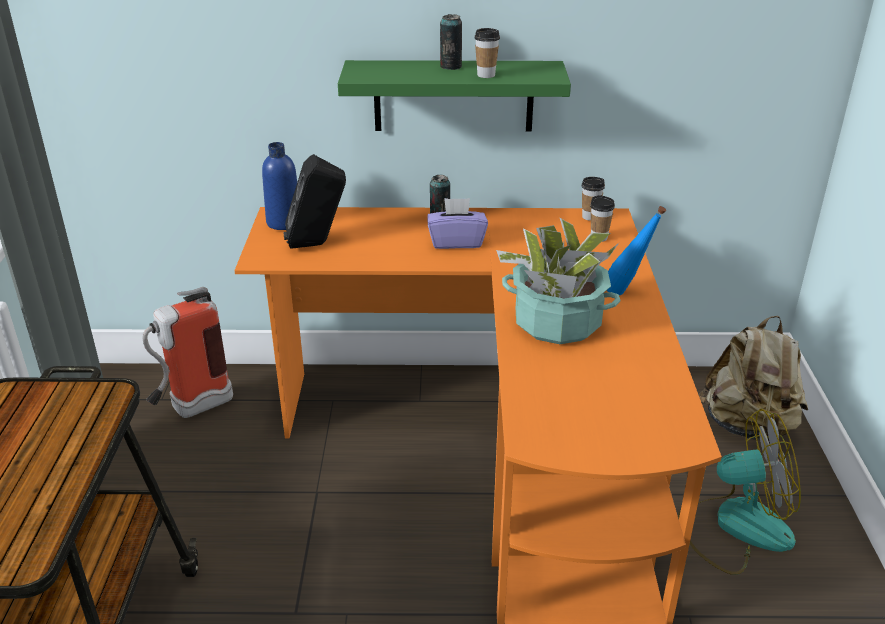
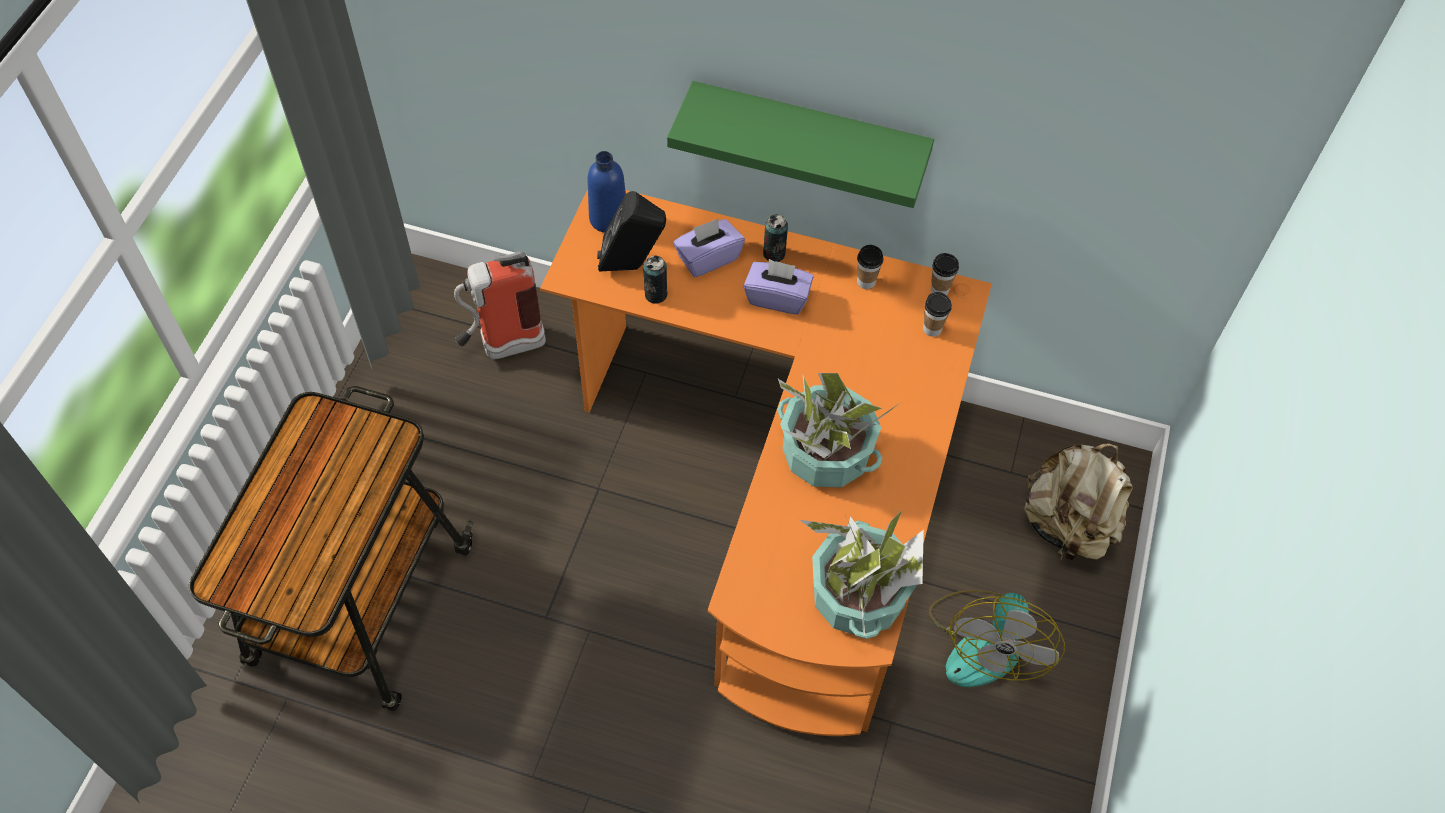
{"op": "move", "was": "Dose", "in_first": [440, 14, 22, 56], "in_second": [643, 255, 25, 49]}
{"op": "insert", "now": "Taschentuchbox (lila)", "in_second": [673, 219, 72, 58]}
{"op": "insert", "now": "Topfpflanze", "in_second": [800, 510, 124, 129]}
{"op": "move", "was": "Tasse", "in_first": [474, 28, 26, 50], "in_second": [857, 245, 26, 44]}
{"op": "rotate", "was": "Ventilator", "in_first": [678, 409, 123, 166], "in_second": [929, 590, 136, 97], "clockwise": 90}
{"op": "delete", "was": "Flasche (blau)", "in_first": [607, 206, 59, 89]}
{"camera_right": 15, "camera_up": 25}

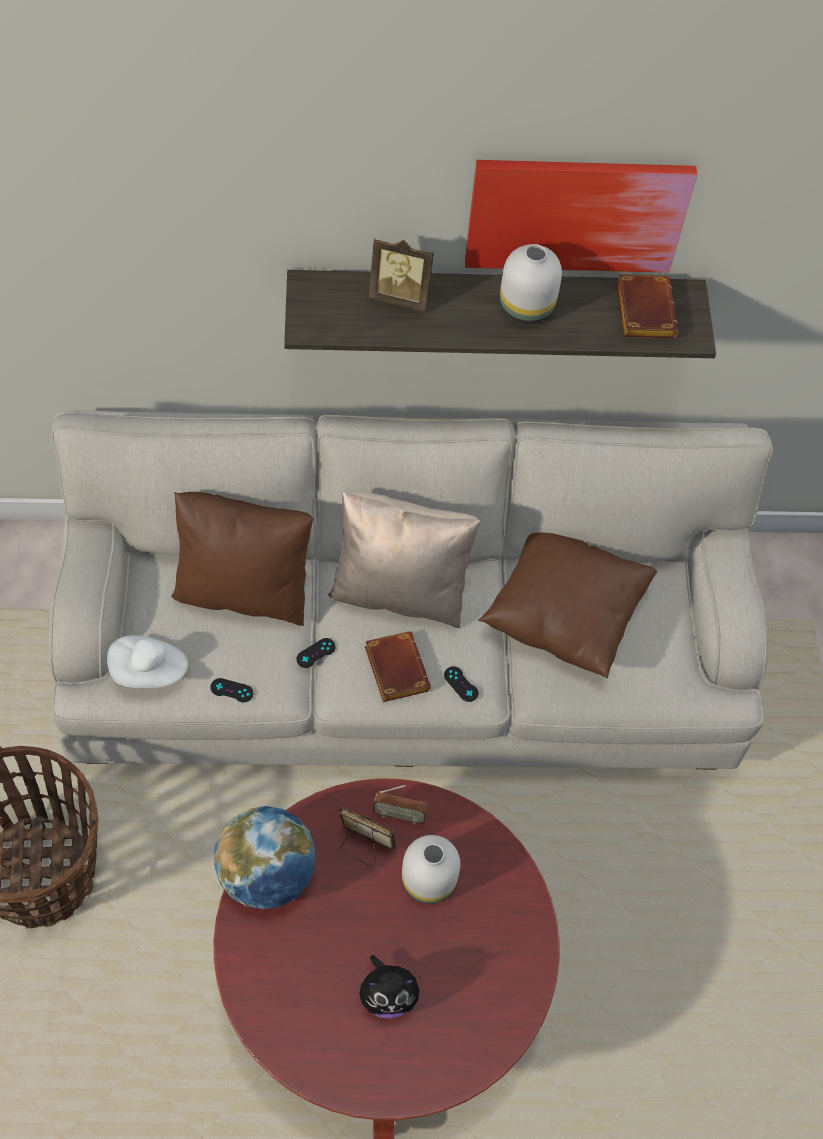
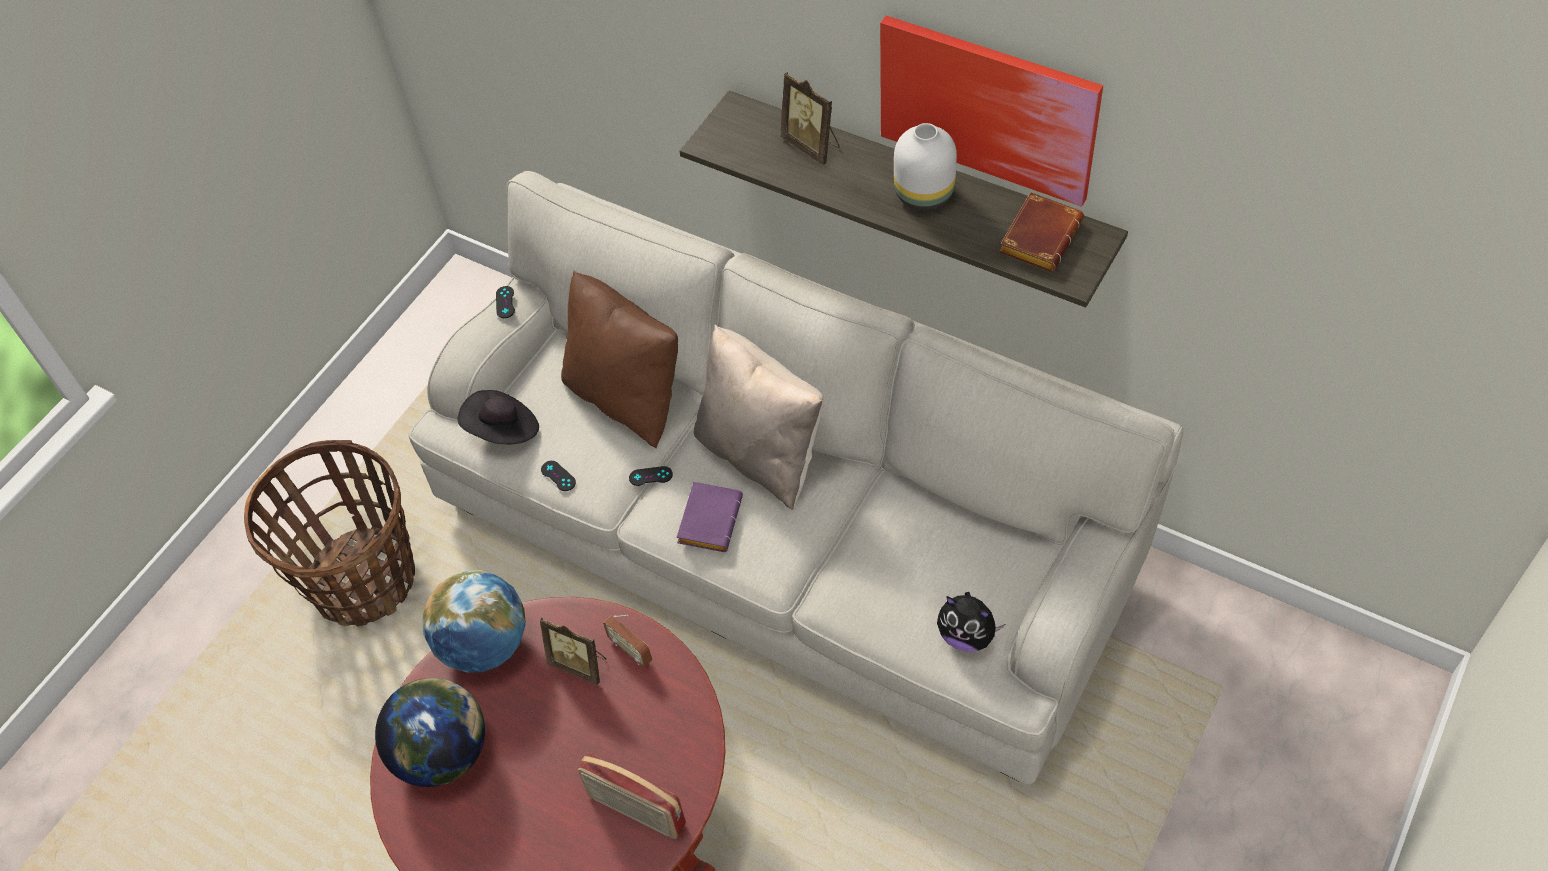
{"op": "insert", "now": "Globus", "in_second": [375, 678, 110, 109]}
{"op": "recolor", "was": "Hut (weiß)", "now": "Hut (schwarz)", "in_first": [107, 635, 81, 53], "in_second": [457, 390, 82, 54]}
{"op": "move", "was": "Gamepad (schwarz)", "in_first": [444, 666, 34, 36], "in_second": [496, 286, 19, 32]}
{"op": "rotate", "was": "Bilderrahmen", "in_first": [338, 806, 57, 63], "in_second": [540, 618, 66, 67], "clockwise": 150}
{"op": "insert", "now": "Radio", "in_second": [578, 753, 108, 86]}
{"op": "recolor", "was": "Buch (braun)", "now": "Buch (lila)", "in_first": [365, 631, 66, 71], "in_second": [677, 482, 66, 70]}
{"op": "move", "was": "Plüschtier", "in_first": [359, 955, 63, 64], "in_second": [937, 592, 68, 60]}
{"op": "delete", "was": "Vase (weiß)", "in_first": [402, 835, 58, 69]}
{"op": "delete", "was": "Kissen (braun)", "in_first": [478, 532, 179, 146]}
{"camera_right": 40, "camera_up": -5}

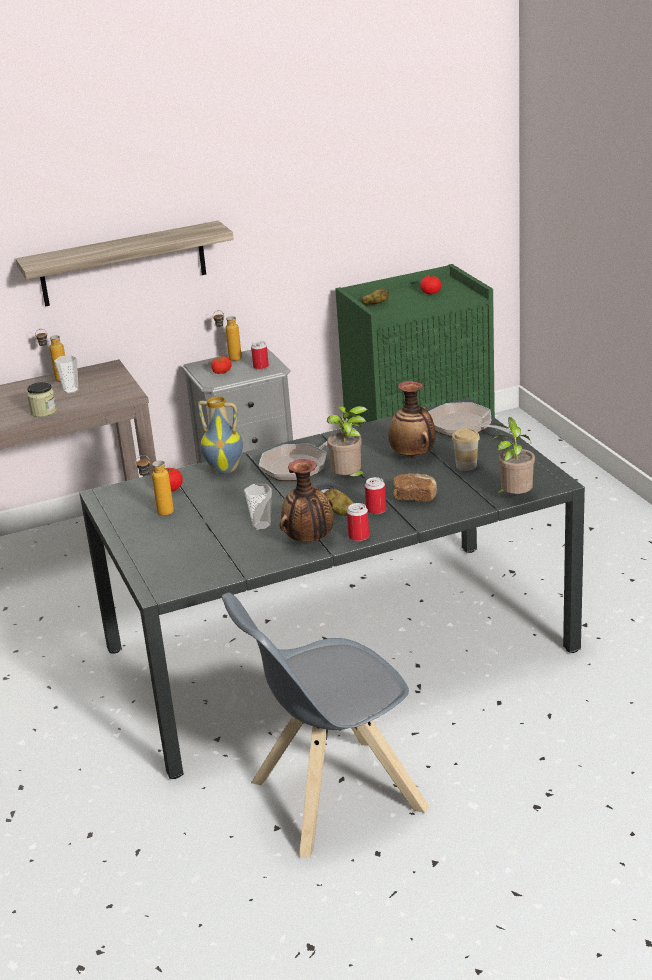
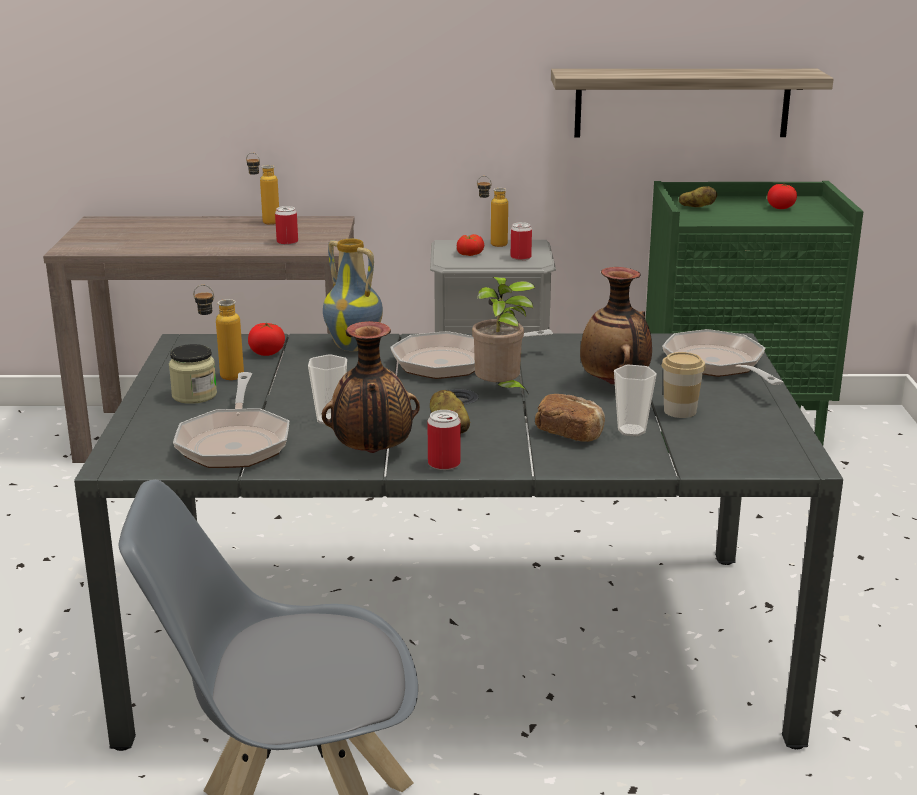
{"op": "move", "was": "Vorratsglas", "in_first": [27, 382, 30, 35], "in_second": [169, 344, 48, 60]}
{"op": "insert", "now": "Pfanne", "in_second": [173, 372, 116, 96]}
{"op": "move", "was": "Dose", "in_first": [365, 477, 21, 37], "in_second": [275, 206, 23, 39]}
{"op": "move", "was": "Wandregal", "in_first": [16, 221, 218, 86], "in_second": [551, 69, 283, 68]}
{"op": "move", "was": "Tasse", "in_first": [54, 355, 24, 39], "in_second": [614, 365, 43, 71]}
{"op": "delete", "was": "Topfpflanze", "in_first": [493, 417, 42, 77]}
{"camera_right": 20, "camera_up": -5}

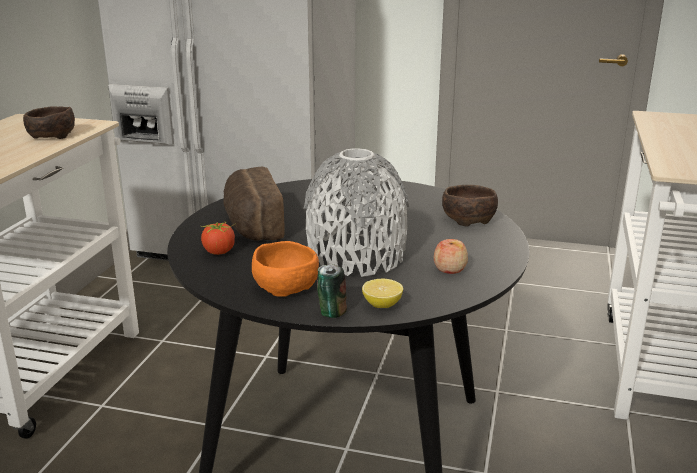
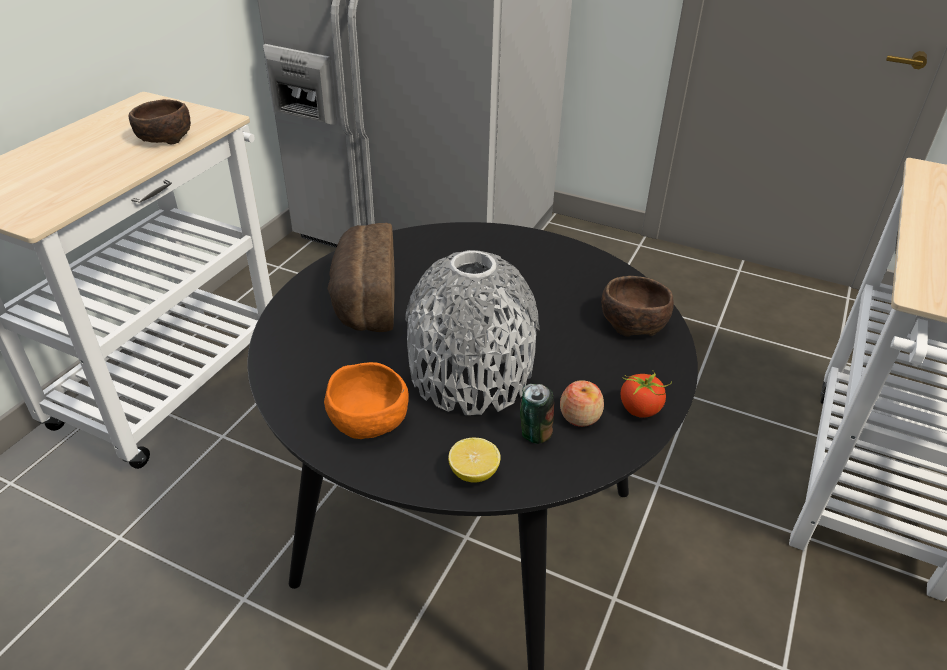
{"op": "move", "was": "Dose", "in_first": [317, 264, 30, 54], "in_second": [520, 384, 34, 60]}
{"op": "move", "was": "Tomate", "in_first": [201, 222, 35, 33], "in_second": [621, 370, 51, 48]}
{"camera_right": 10, "camera_up": 15}

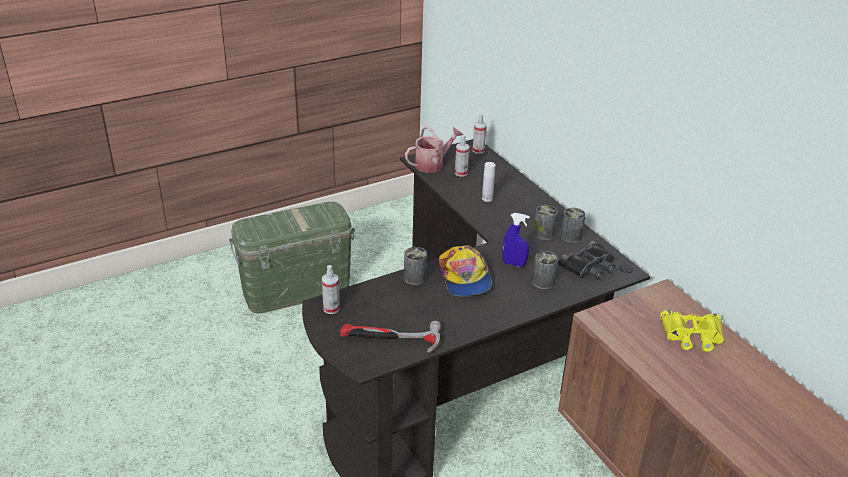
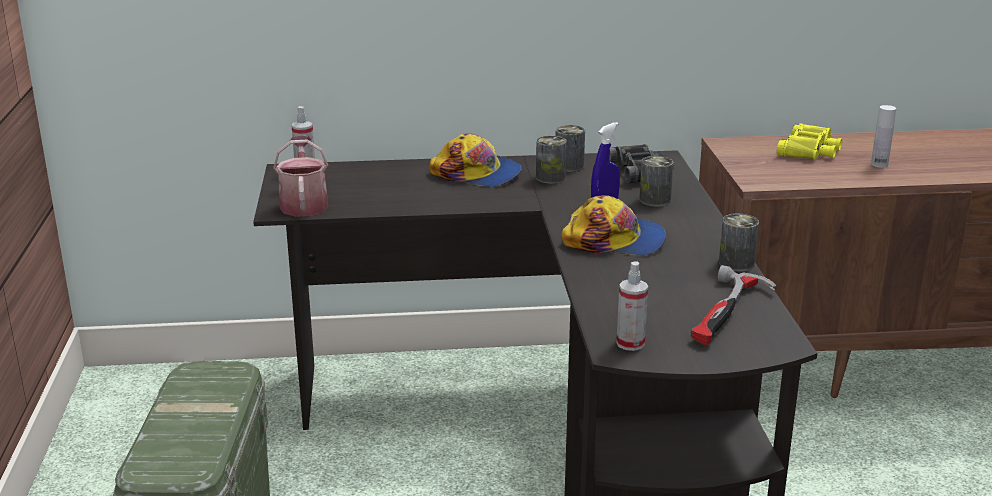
{"op": "insert", "now": "Kappe", "in_second": [429, 134, 92, 53]}
{"op": "move", "was": "Dose", "in_first": [404, 247, 23, 38], "in_second": [719, 214, 40, 57]}
{"op": "move", "was": "Flasche (weiß)", "in_first": [482, 162, 13, 40], "in_second": [871, 105, 25, 63]}
{"op": "delete", "was": "Sprühflasche", "in_first": [455, 135, 15, 42]}
{"camera_right": -65, "camera_up": -10}

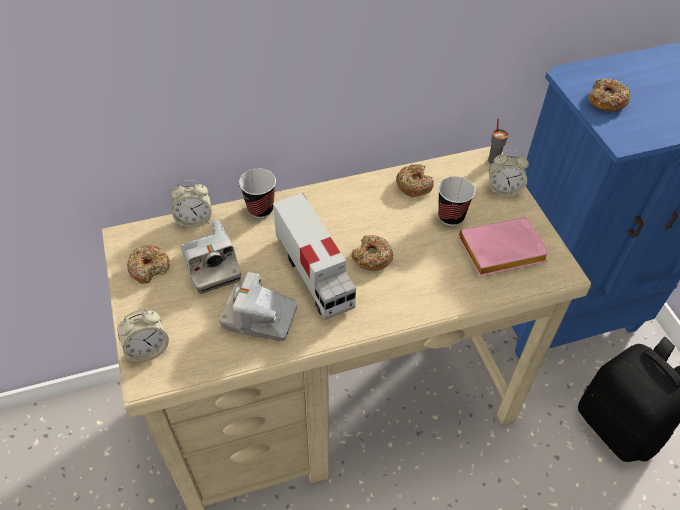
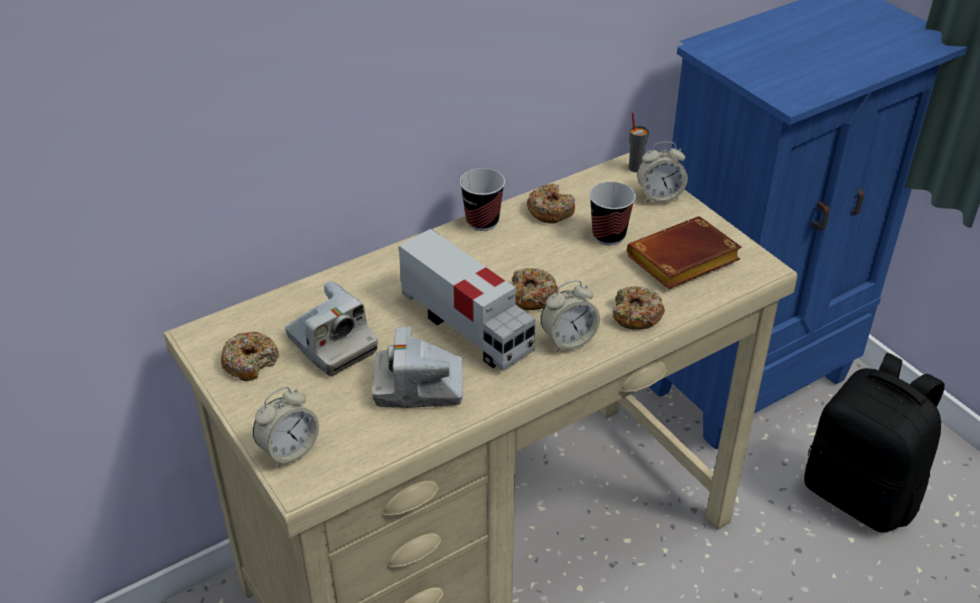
{"op": "move", "was": "Tasse", "in_first": [239, 169, 37, 49], "in_second": [460, 168, 45, 63]}
{"op": "move", "was": "Wecker", "in_first": [171, 180, 41, 48], "in_second": [541, 280, 59, 72]}
{"op": "move", "was": "Donut", "in_first": [588, 78, 42, 34], "in_second": [612, 286, 53, 44]}
{"op": "recolor", "was": "Buch (rosa)", "now": "Buch (braun)", "in_first": [459, 217, 91, 59], "in_second": [627, 216, 115, 73]}
{"camera_right": -15, "camera_up": -10}

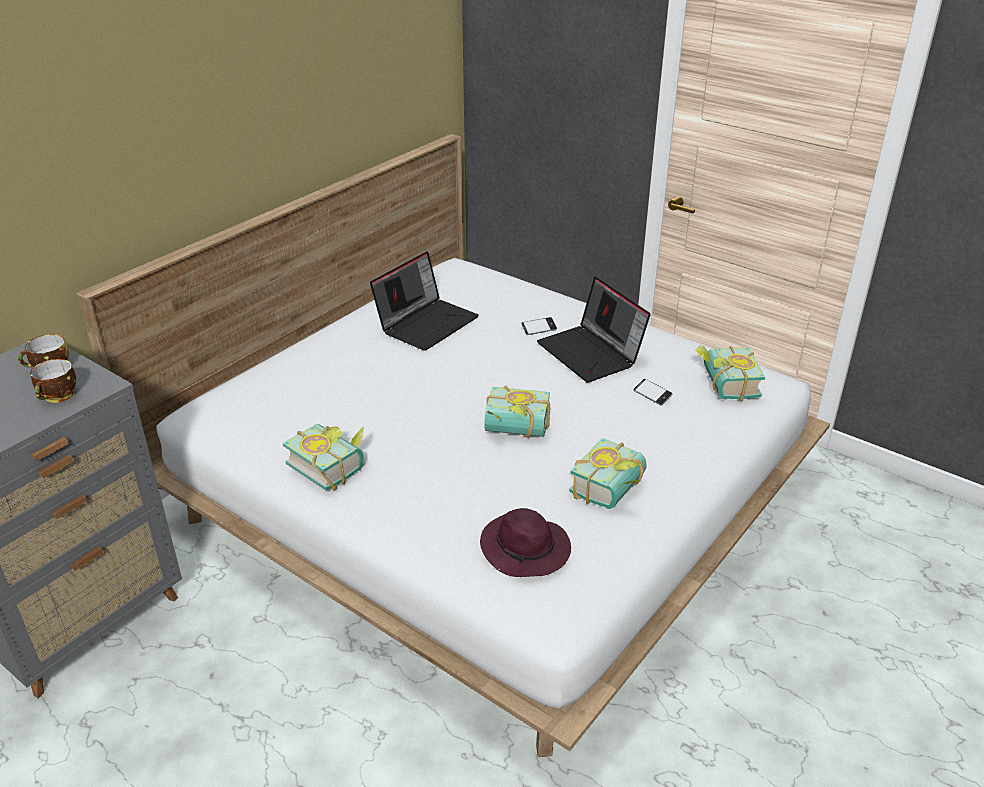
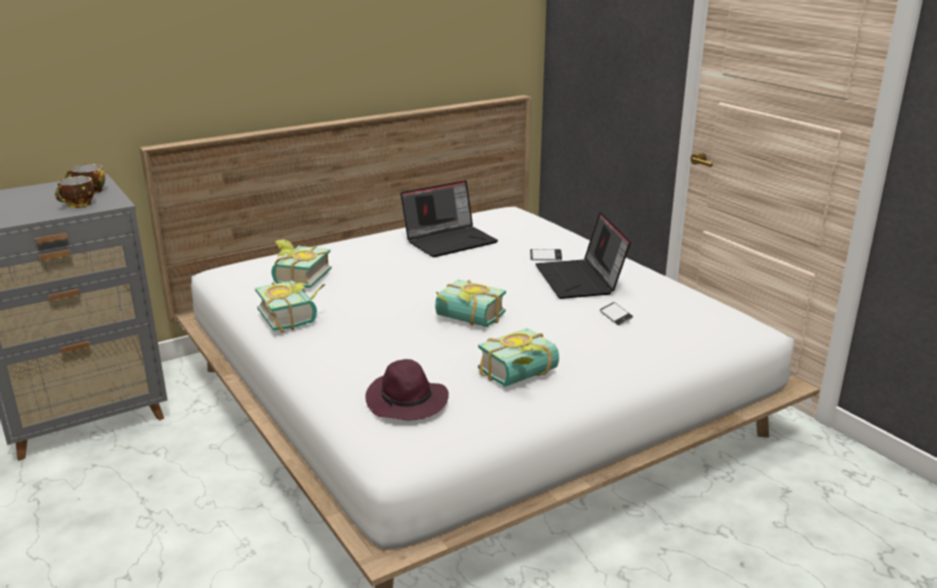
{"op": "move", "was": "Buch", "in_first": [695, 345, 70, 57], "in_second": [271, 239, 61, 49]}
{"camera_right": 20, "camera_up": -10}

